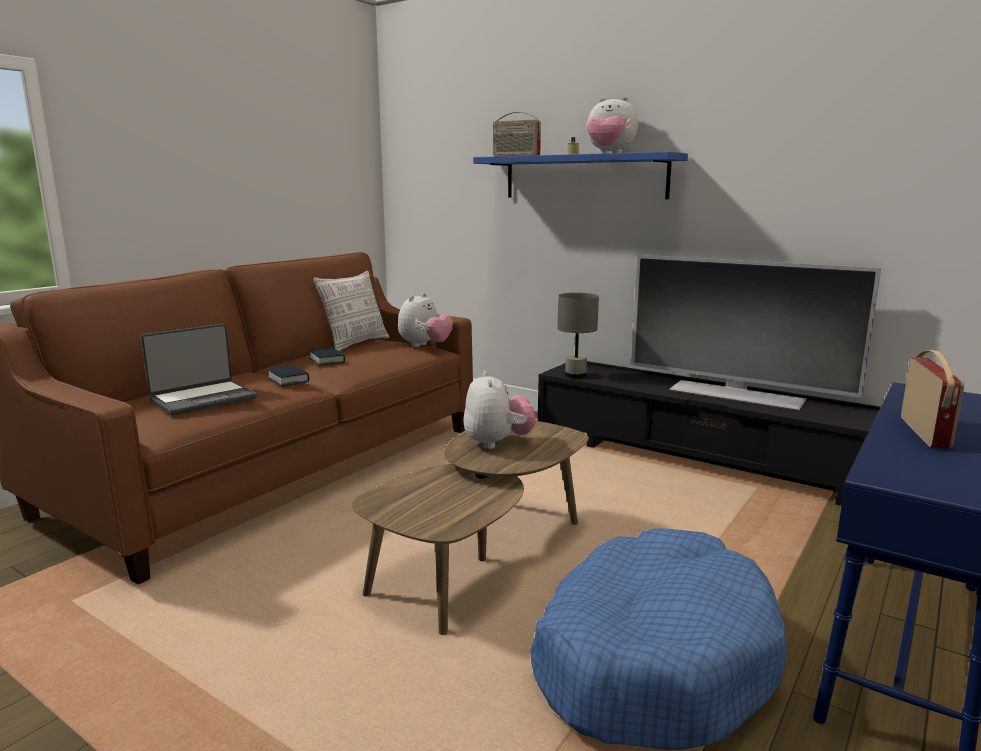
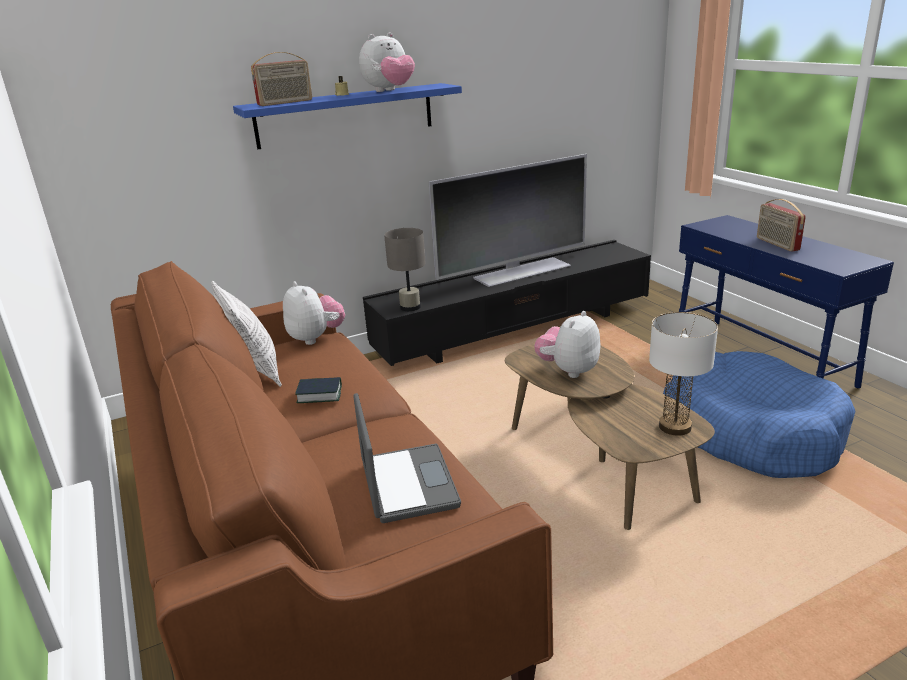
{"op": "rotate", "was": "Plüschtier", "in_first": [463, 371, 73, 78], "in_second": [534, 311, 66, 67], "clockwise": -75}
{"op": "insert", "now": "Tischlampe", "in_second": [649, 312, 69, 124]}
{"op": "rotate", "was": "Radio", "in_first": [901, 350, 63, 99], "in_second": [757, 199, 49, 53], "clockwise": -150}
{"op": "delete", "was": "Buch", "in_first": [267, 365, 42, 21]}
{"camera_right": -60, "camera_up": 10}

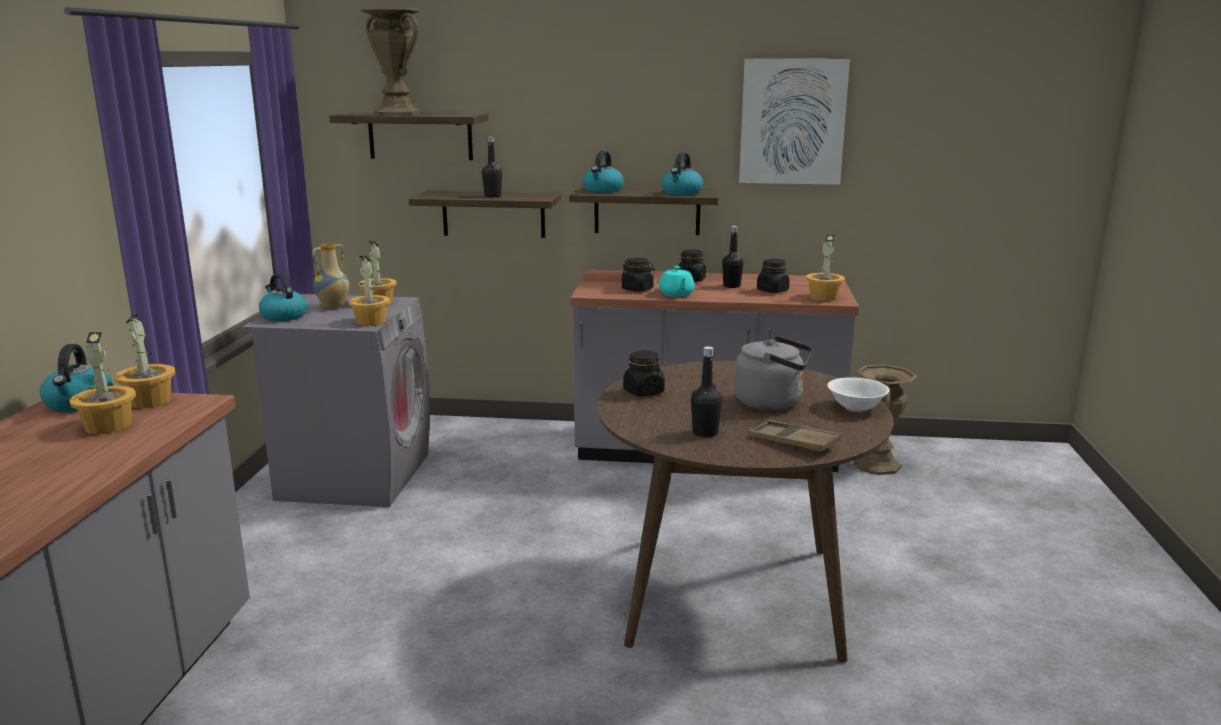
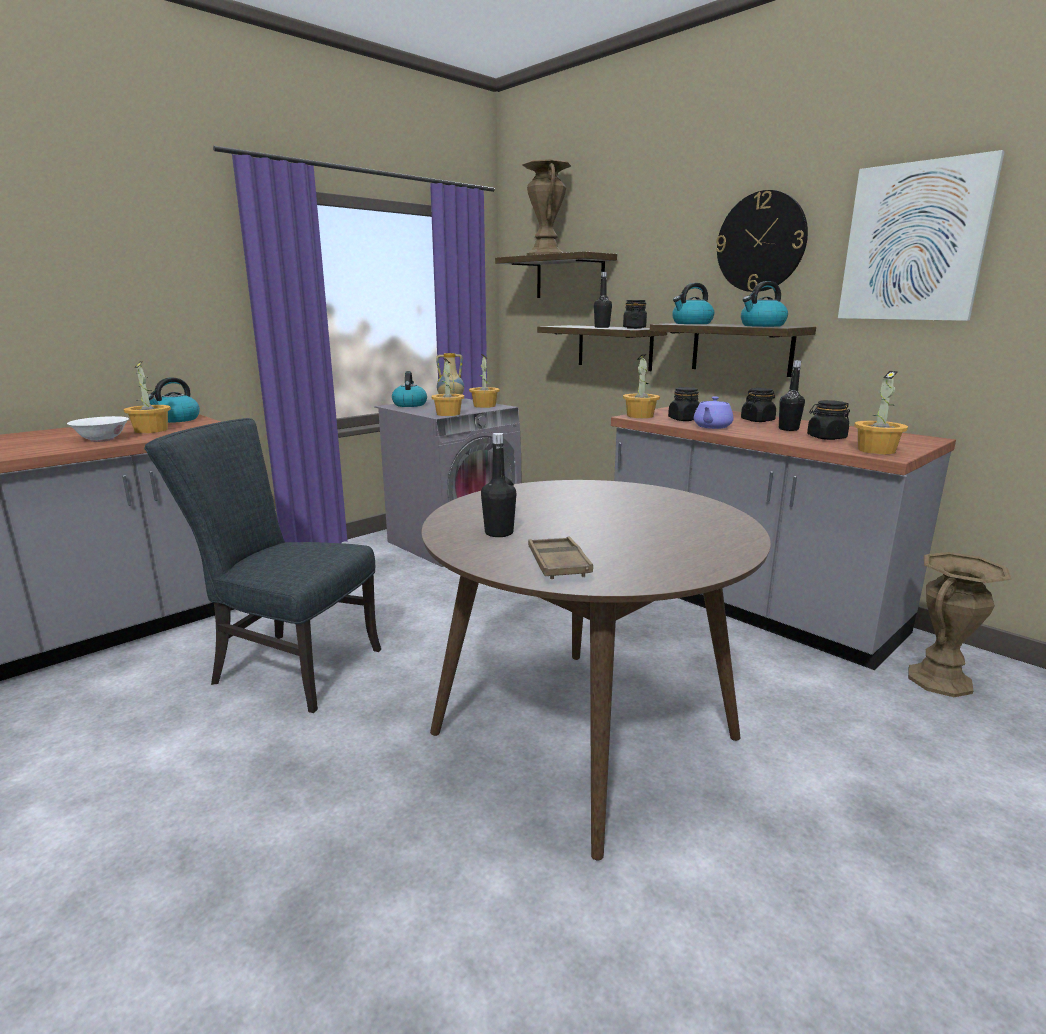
{"op": "move", "was": "Schüssel (weiß)", "in_first": [827, 377, 62, 35], "in_second": [67, 416, 62, 26]}
{"op": "insert", "now": "Stuhl (grau)", "in_second": [144, 418, 237, 295]}
{"op": "move", "was": "Vorratsglas (schwarz)", "in_first": [623, 350, 42, 47], "in_second": [623, 300, 24, 29]}
{"op": "move", "was": "Topfpflanze", "in_first": [114, 313, 61, 95], "in_second": [623, 354, 37, 64]}
{"op": "recolor", "was": "Teekanne (türkis)", "now": "Teekanne (lila)", "in_first": [659, 266, 36, 31], "in_second": [694, 396, 39, 33]}
{"op": "insert", "now": "Wanduhr", "in_second": [716, 190, 92, 102]}
{"op": "delete", "was": "Wasserkessel (grau)", "in_first": [734, 336, 79, 75]}
{"camera_right": 40, "camera_up": 0}

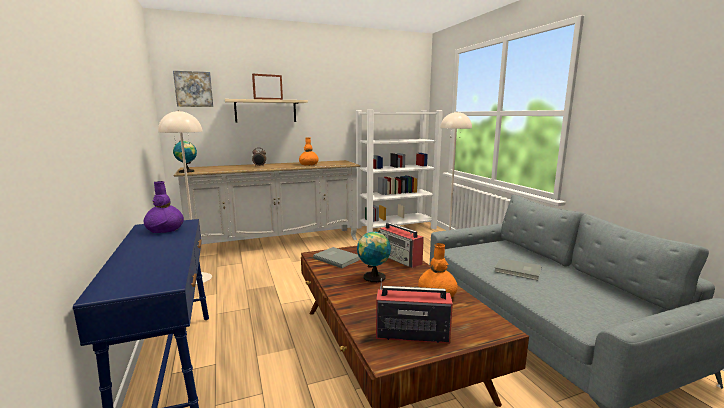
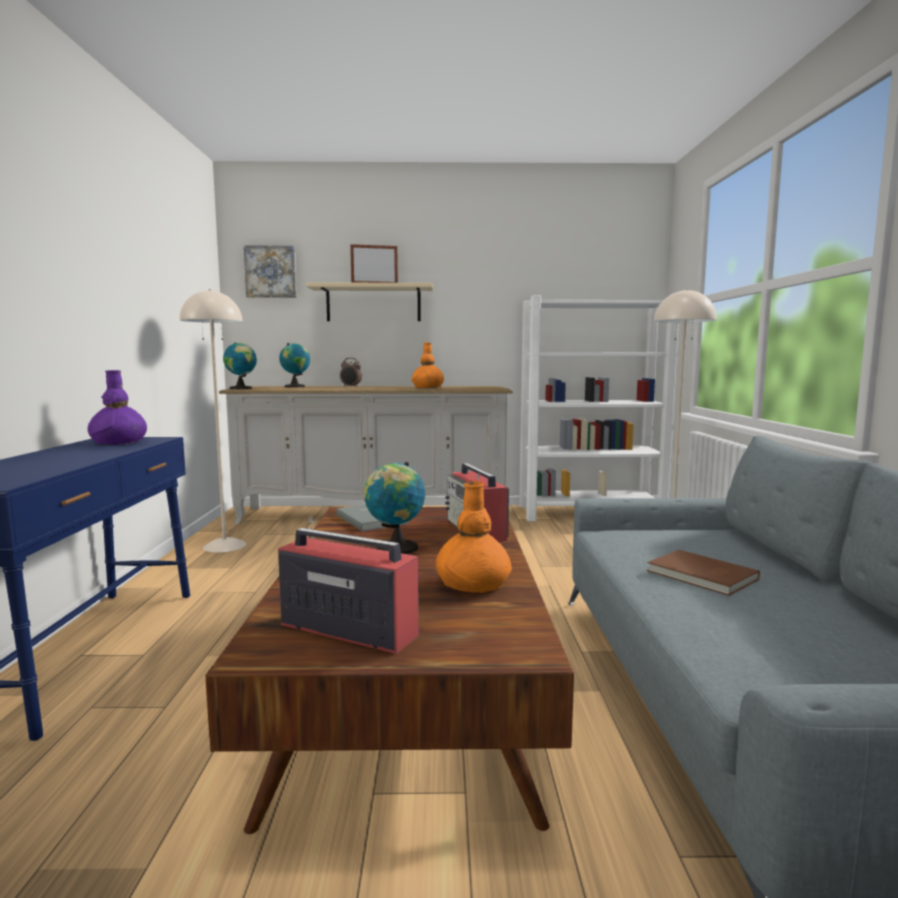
{"op": "insert", "now": "Globus", "in_second": [279, 343, 31, 44]}
{"op": "recolor", "was": "Buch (grau)", "now": "Buch (braun)", "in_first": [494, 258, 48, 22], "in_second": [647, 550, 113, 46]}
{"camera_right": 20, "camera_up": -5}

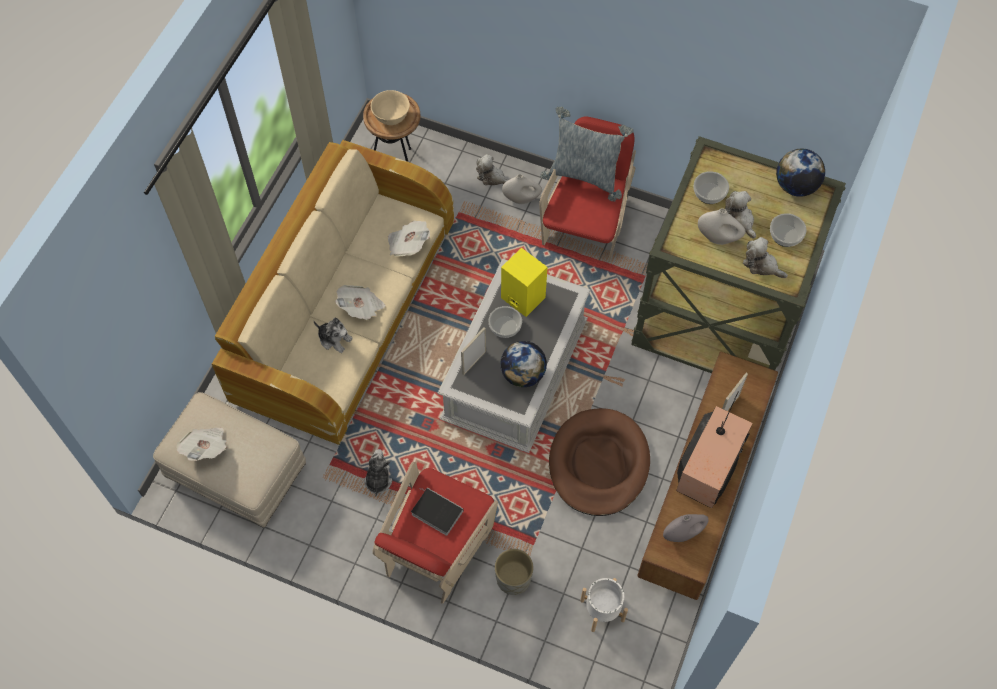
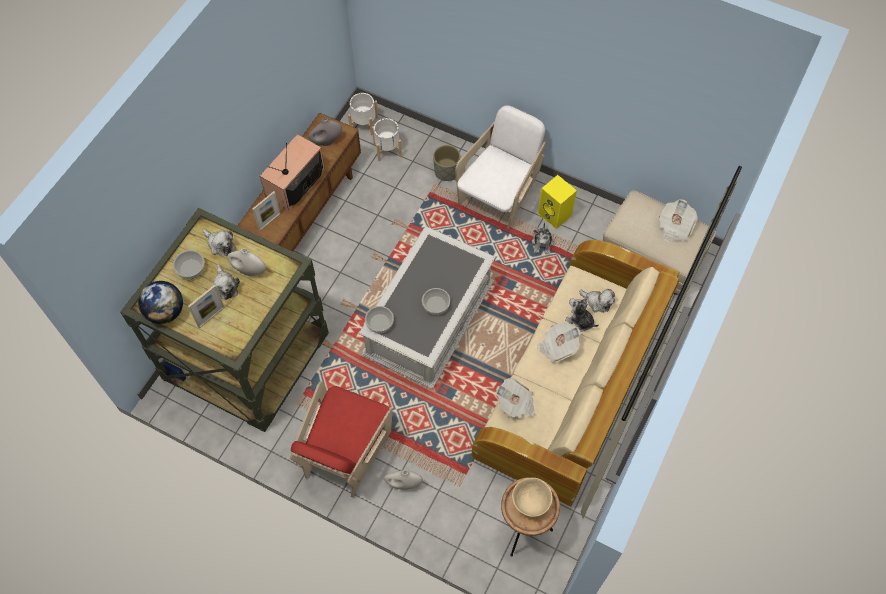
{"op": "move", "was": "Bilderrahmen", "in_first": [461, 327, 25, 48], "in_second": [188, 285, 37, 43]}
{"op": "insert", "now": "Pflanzkübel (weiß)", "in_second": [348, 93, 30, 42]}
{"op": "move", "was": "Schüssel", "in_first": [694, 171, 35, 33], "in_second": [365, 306, 29, 27]}
{"op": "recolor", "was": "Sessel (rot)", "now": "Sessel (weiß)", "in_first": [373, 462, 125, 142], "in_second": [455, 106, 91, 124]}
{"op": "move", "was": "Lautsprecher (gelb)", "in_first": [501, 248, 46, 69], "in_second": [538, 175, 39, 54]}
{"op": "move", "was": "Plüschtier", "in_first": [476, 154, 32, 31], "in_second": [579, 289, 36, 24]}
{"op": "delete", "was": "Buch", "in_first": [411, 488, 52, 48]}
{"op": "delete", "was": "Globus", "in_first": [500, 341, 47, 46]}
{"op": "delete", "was": "Kissen", "in_first": [540, 106, 94, 96]}
{"op": "delete", "was": "Hundebett (braun)", "in_first": [549, 408, 101, 108]}
{"camera_right": -175, "camera_up": 0}

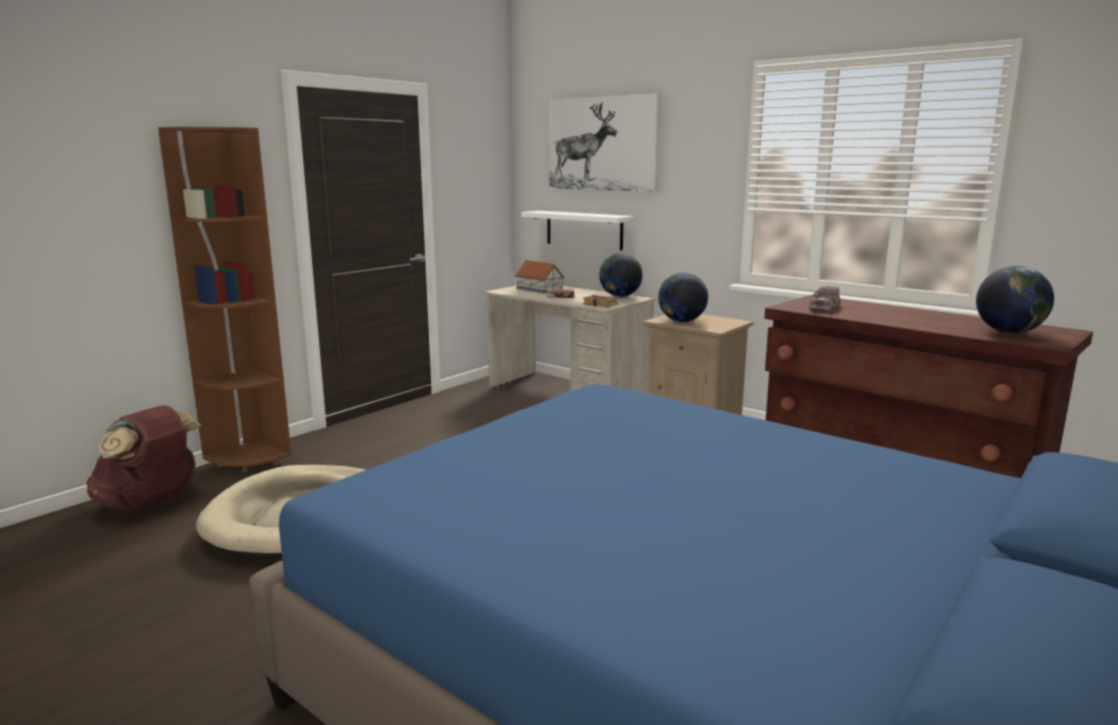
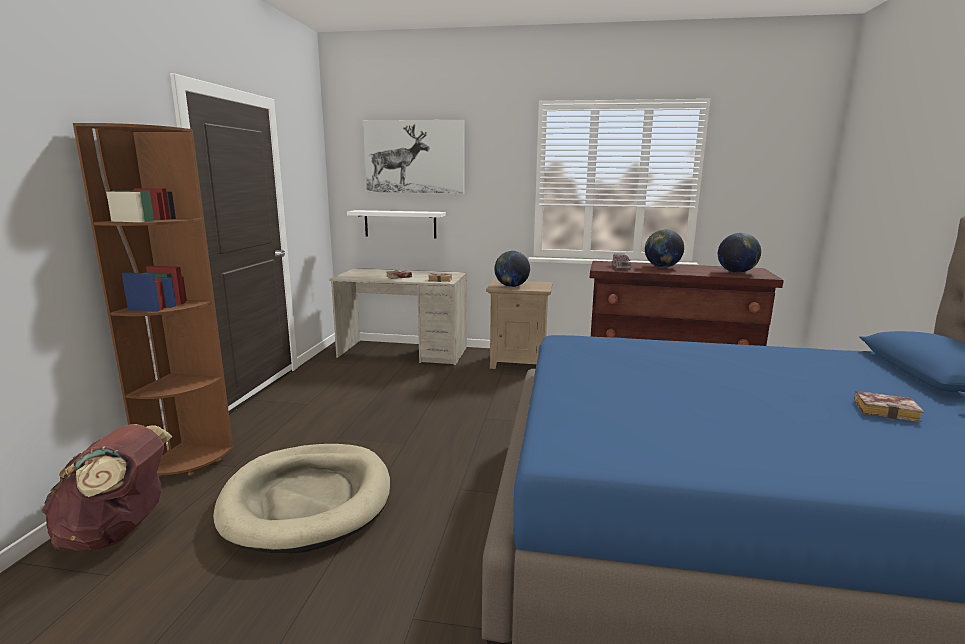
{"op": "move", "was": "Globus", "in_first": [599, 253, 44, 44], "in_second": [645, 229, 39, 39]}
{"op": "insert", "now": "Buch", "in_second": [854, 391, 70, 31]}
{"op": "delete", "was": "Spielzeughaus", "in_first": [515, 260, 49, 34]}
{"camera_right": -30, "camera_up": 0}

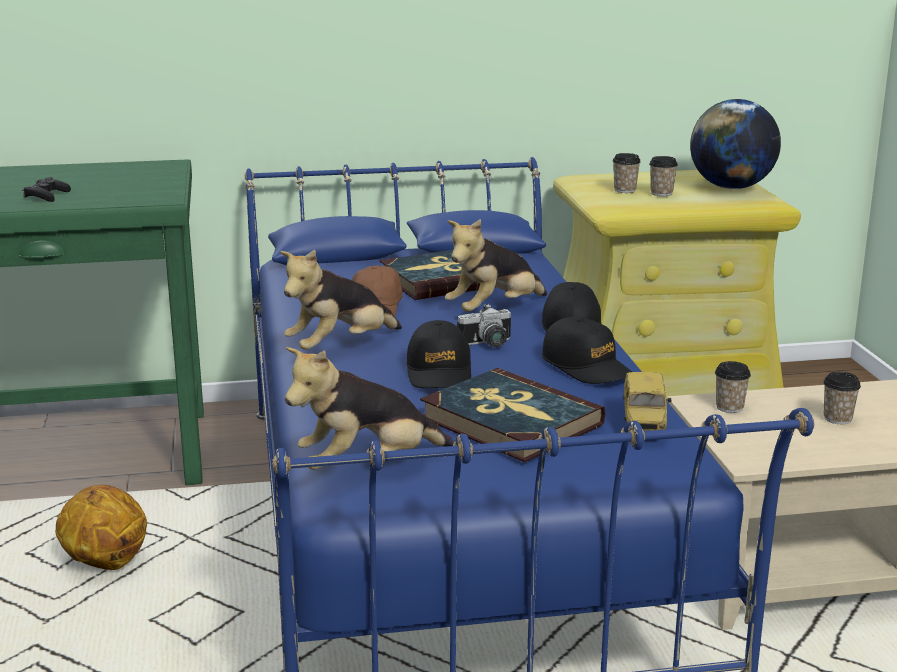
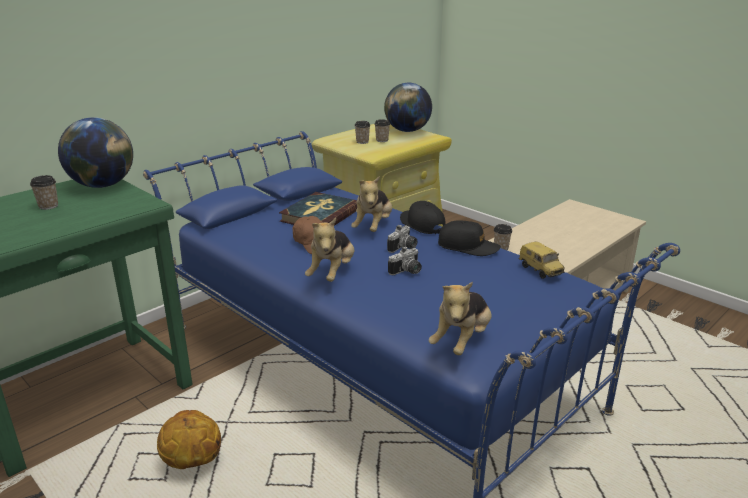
{"op": "move", "was": "Tasse", "in_first": [823, 372, 38, 52], "in_second": [30, 175, 28, 35]}
{"op": "insert", "now": "Globus", "in_second": [58, 117, 75, 71]}
{"op": "replace", "was": "Kappe (schwarz)", "now": "Kamera", "in_first": [406, 320, 65, 68], "in_second": [388, 246, 34, 29]}
{"op": "delete", "was": "Gamepad (schwarz)", "in_first": [22, 177, 49, 25]}
{"op": "delete", "was": "Buch", "in_first": [420, 368, 185, 94]}
{"camera_right": -35, "camera_up": 5}

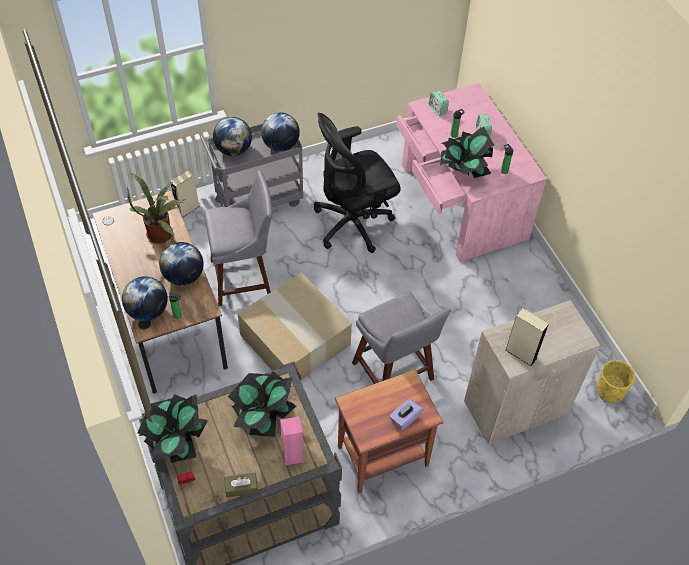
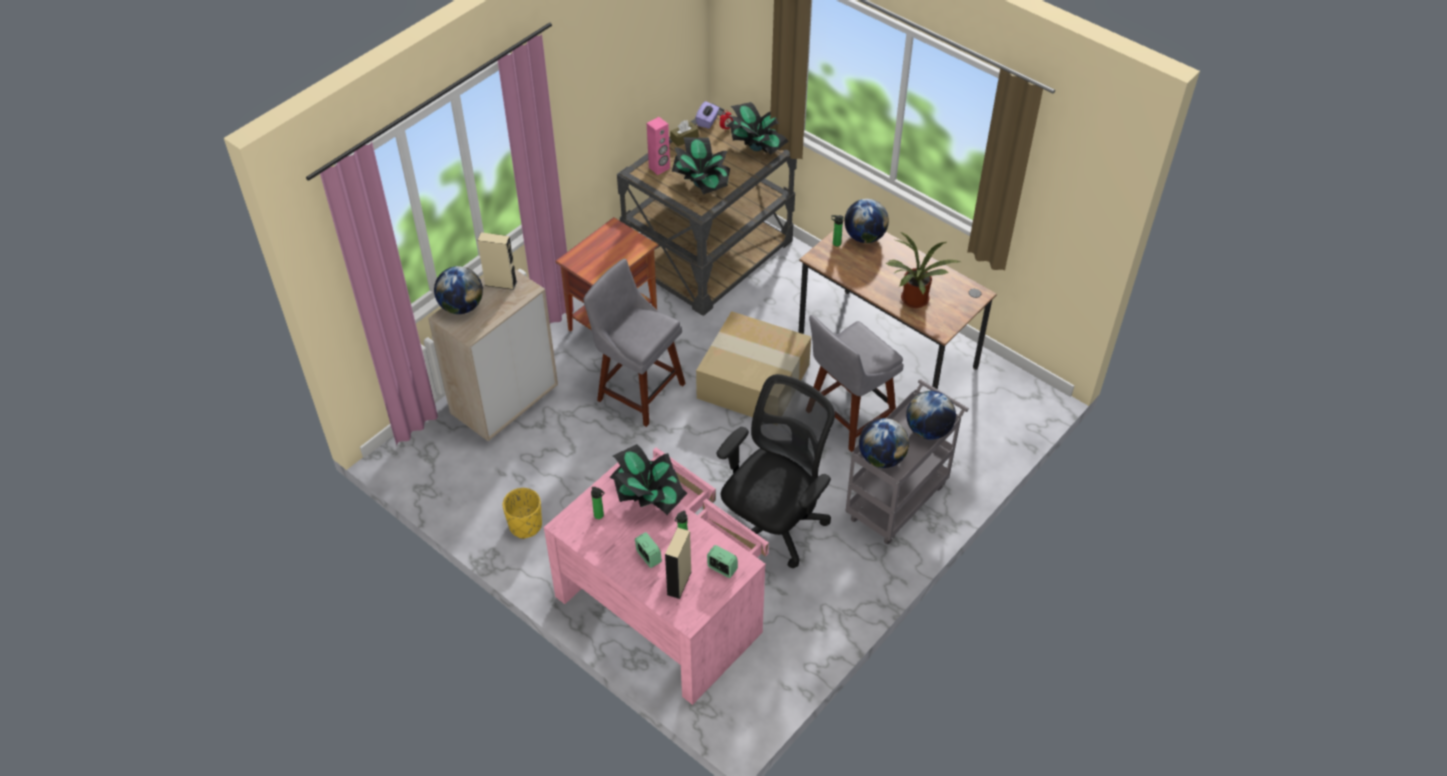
{"op": "move", "was": "Globus", "in_first": [159, 242, 45, 44], "in_second": [434, 266, 49, 48]}
{"op": "move", "was": "Pflanzkübel (gelb)", "in_first": [596, 360, 39, 43], "in_second": [503, 488, 39, 51]}
{"op": "move", "was": "Lautsprecher (beige)", "in_first": [170, 170, 30, 48], "in_second": [665, 527, 27, 72]}
{"op": "move", "was": "Taschentuchbox (lila)", "in_first": [389, 399, 34, 31], "in_second": [695, 101, 24, 28]}
{"camera_right": 155, "camera_up": -5}

